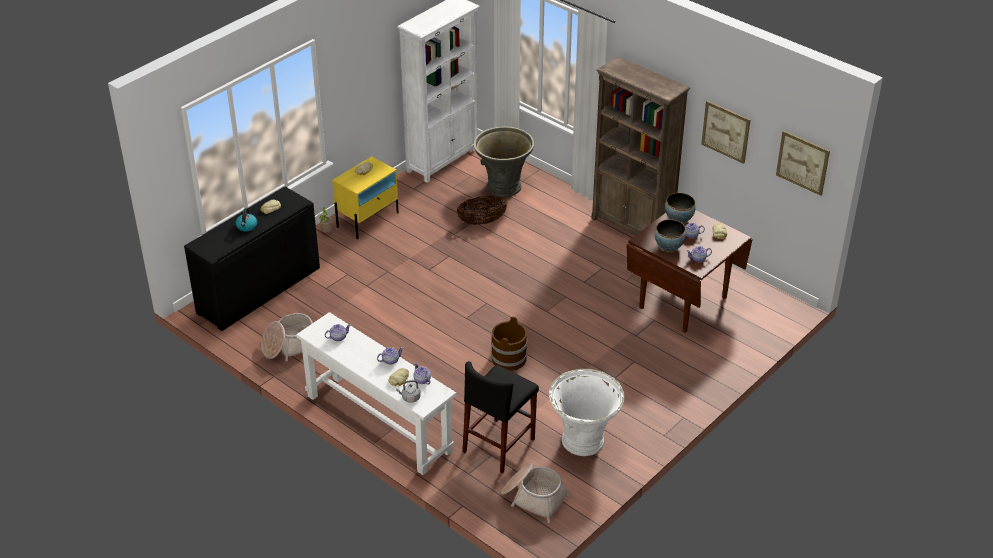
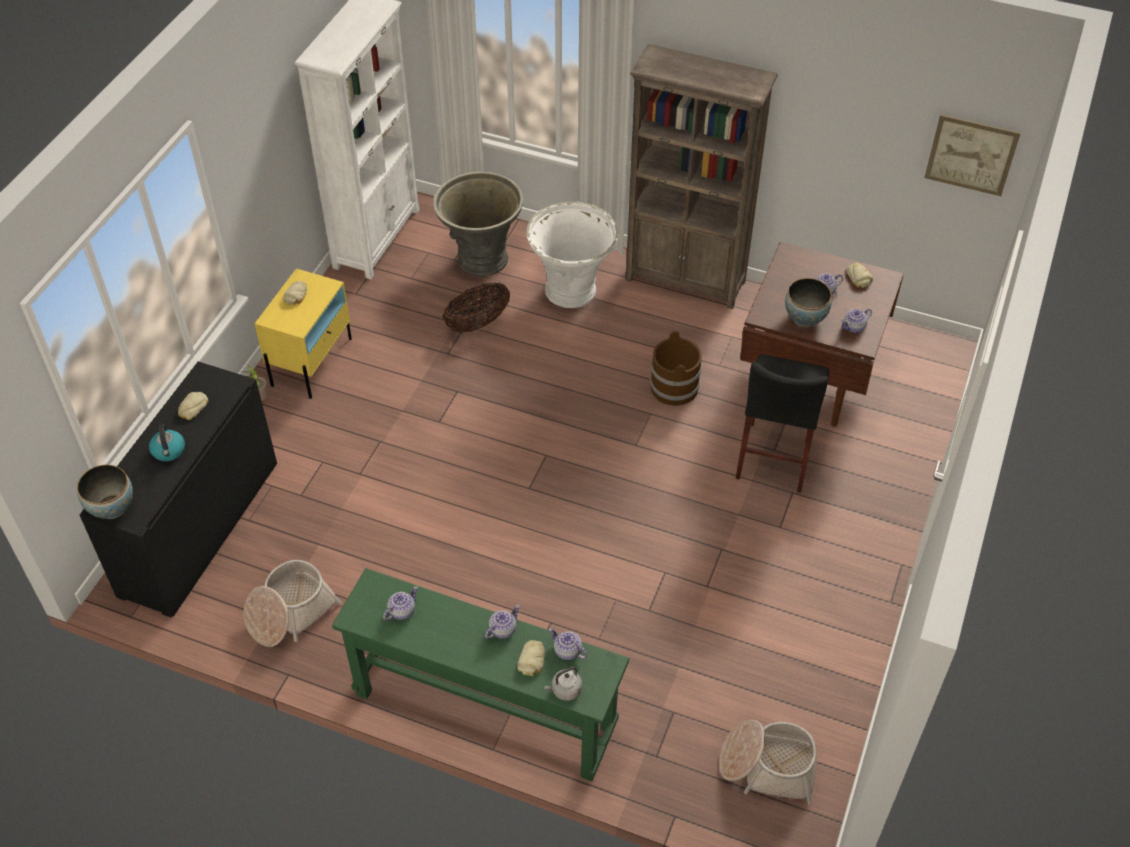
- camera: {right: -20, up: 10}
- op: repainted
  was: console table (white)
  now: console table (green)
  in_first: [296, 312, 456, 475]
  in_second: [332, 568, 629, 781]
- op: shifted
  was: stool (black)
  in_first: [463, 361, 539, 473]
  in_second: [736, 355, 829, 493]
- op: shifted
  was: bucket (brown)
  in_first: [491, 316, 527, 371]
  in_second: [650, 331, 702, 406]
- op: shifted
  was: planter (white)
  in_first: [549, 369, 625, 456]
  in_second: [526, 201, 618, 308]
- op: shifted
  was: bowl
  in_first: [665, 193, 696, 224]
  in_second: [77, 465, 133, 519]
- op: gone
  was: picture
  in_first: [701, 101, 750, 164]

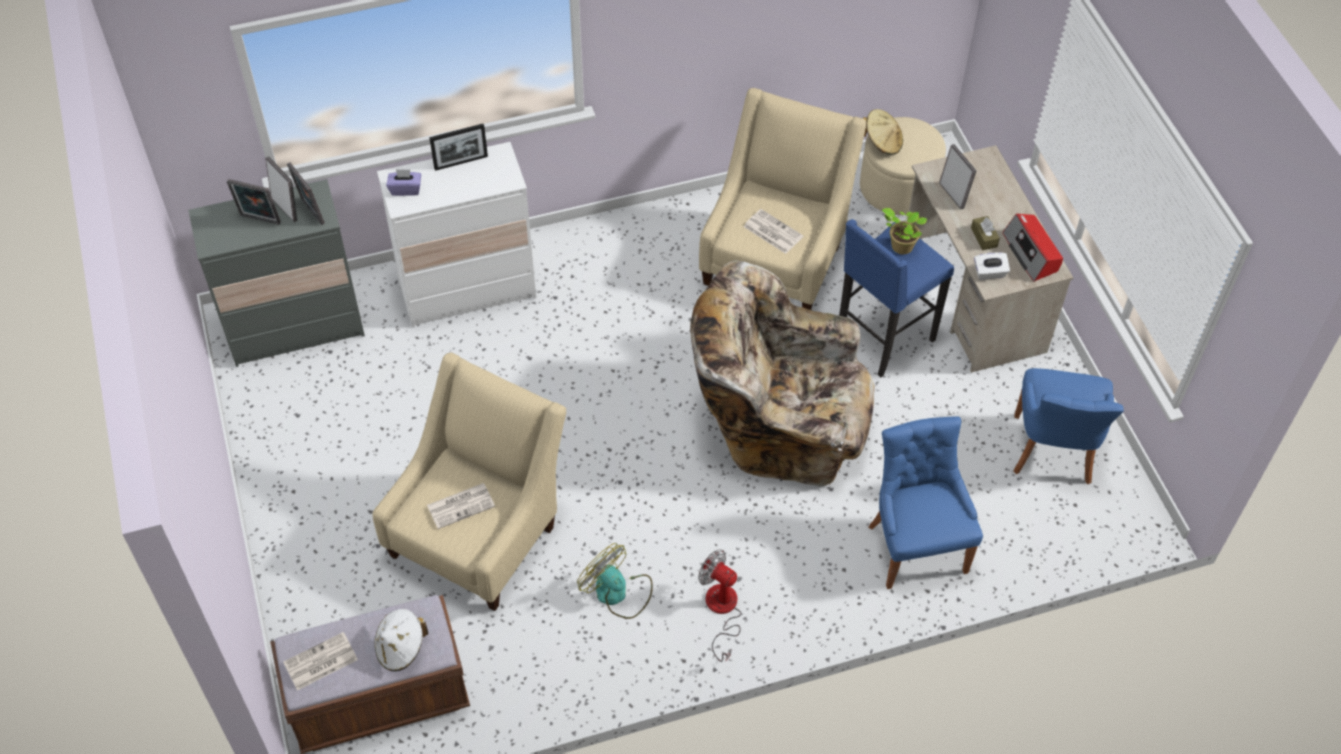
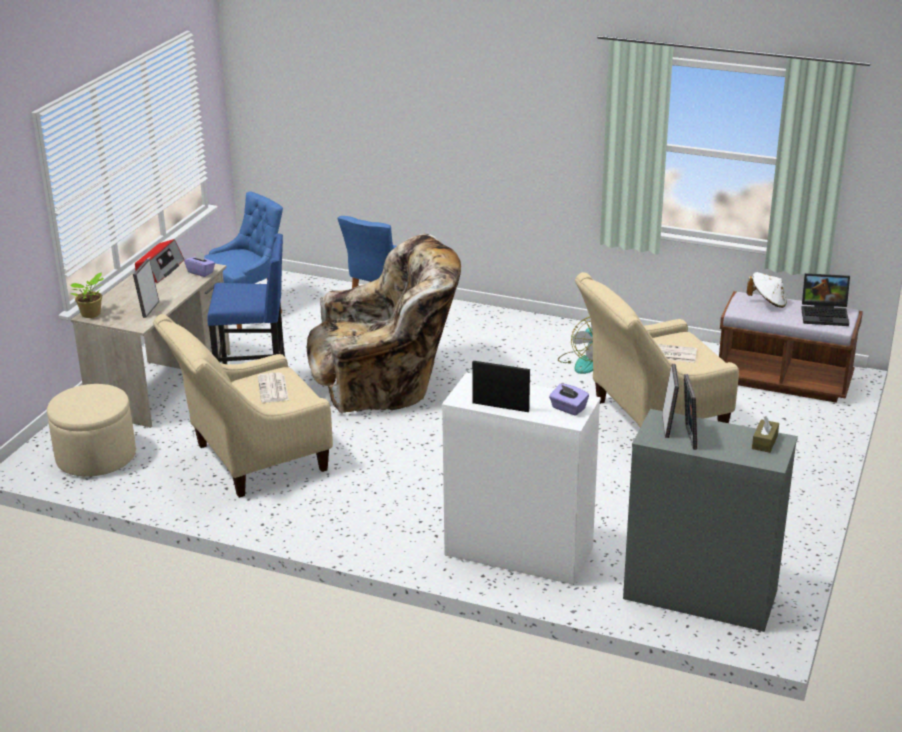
- camera: {right: -140, up: -25}
- op: gone
  was: picture frame
  in_first: [227, 179, 281, 225]
- op: swapped
  was: newspaper
  now: laptop
  in_first: [283, 632, 358, 690]
  in_second: [801, 273, 850, 326]
- op: rotated
  was: armchair (beige)
  in_first: [690, 260, 875, 486]
  in_second: [307, 233, 461, 413]
  clockwise: -60
- op: gone
  was: fan
  in_first: [698, 549, 742, 662]
- op: gone
  was: hat (beige)
  in_first: [863, 109, 903, 155]
- op: shifted
  was: potted plant
  in_first: [882, 208, 927, 254]
  in_second: [70, 272, 104, 318]
- op: shifted
  was: tissue box (brown)
  in_first: [971, 216, 1000, 250]
  in_second: [752, 416, 779, 453]
- op: repainted
  was: tissue box (white)
  now: tissue box (purple)
  in_first: [974, 252, 1010, 280]
  in_second: [184, 251, 215, 277]

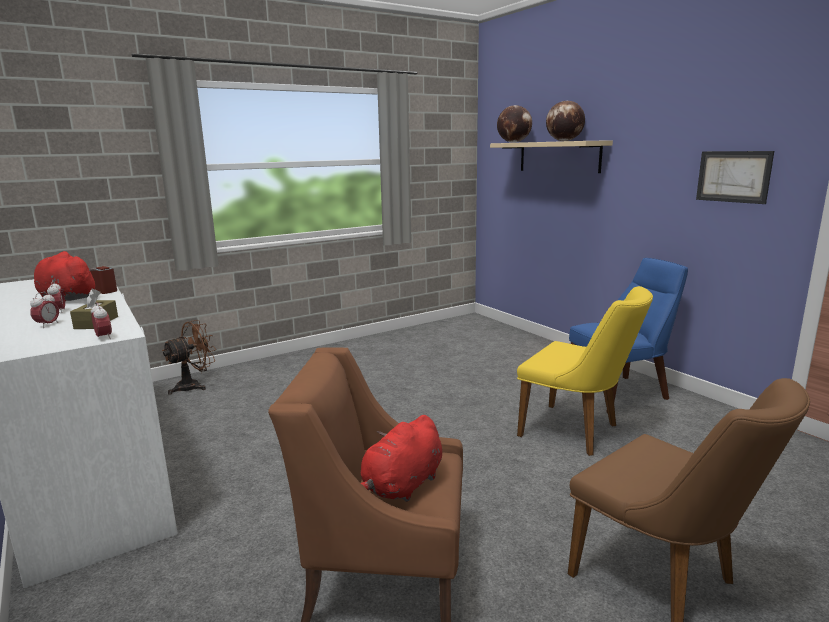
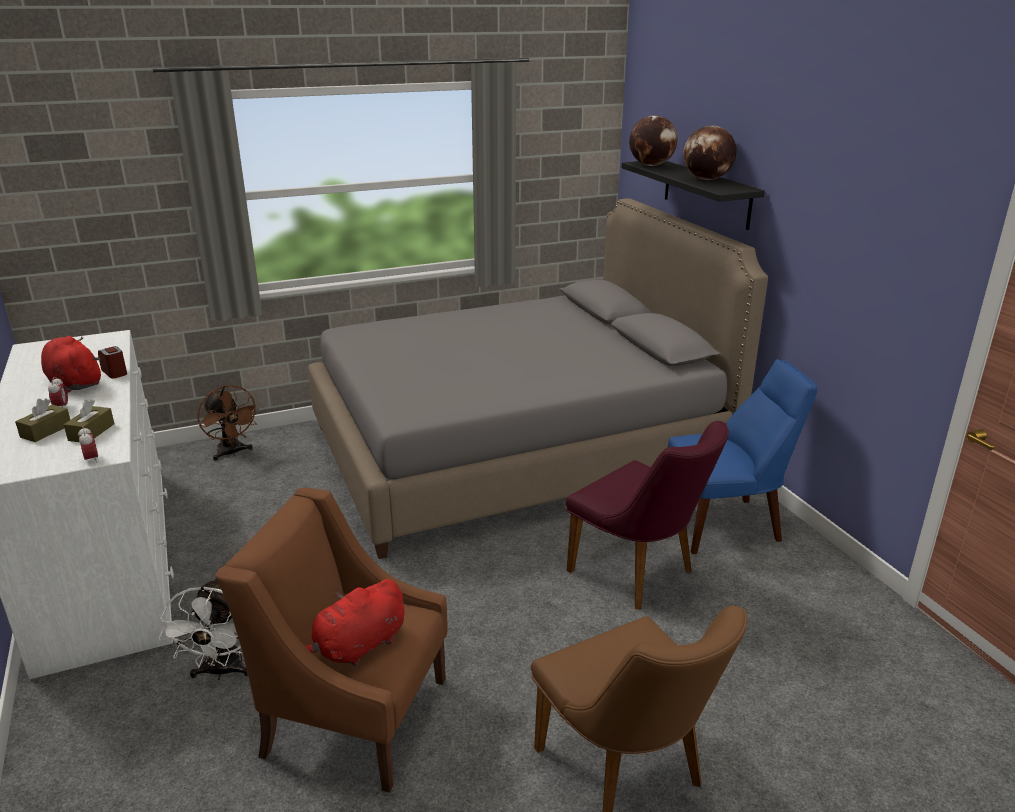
- camera: {right: 10, up: 10}
- op: swapped
  was: alarm clock
  now: tissue box (brown)
  in_first: [30, 292, 59, 328]
  in_second: [15, 398, 70, 442]
- op: rotated
  was: fan (brown)
  in_first: [162, 320, 216, 395]
  in_second: [197, 385, 259, 461]
  clockwise: 90
- op: repainted
  was: shelf (beige)
  now: shelf (black)
  in_first: [490, 140, 613, 173]
  in_second: [621, 161, 765, 230]
- op: repainted
  was: chair (yellow)
  now: chair (purple)
  in_first: [517, 286, 653, 456]
  in_second: [566, 421, 729, 609]
- op: gone
  was: picture
  in_first: [696, 151, 774, 204]
- op: new
  now: fan (white)
  in_second: [158, 579, 248, 680]
- op: new
  now: bed (grey)
  in_second: [308, 198, 768, 559]

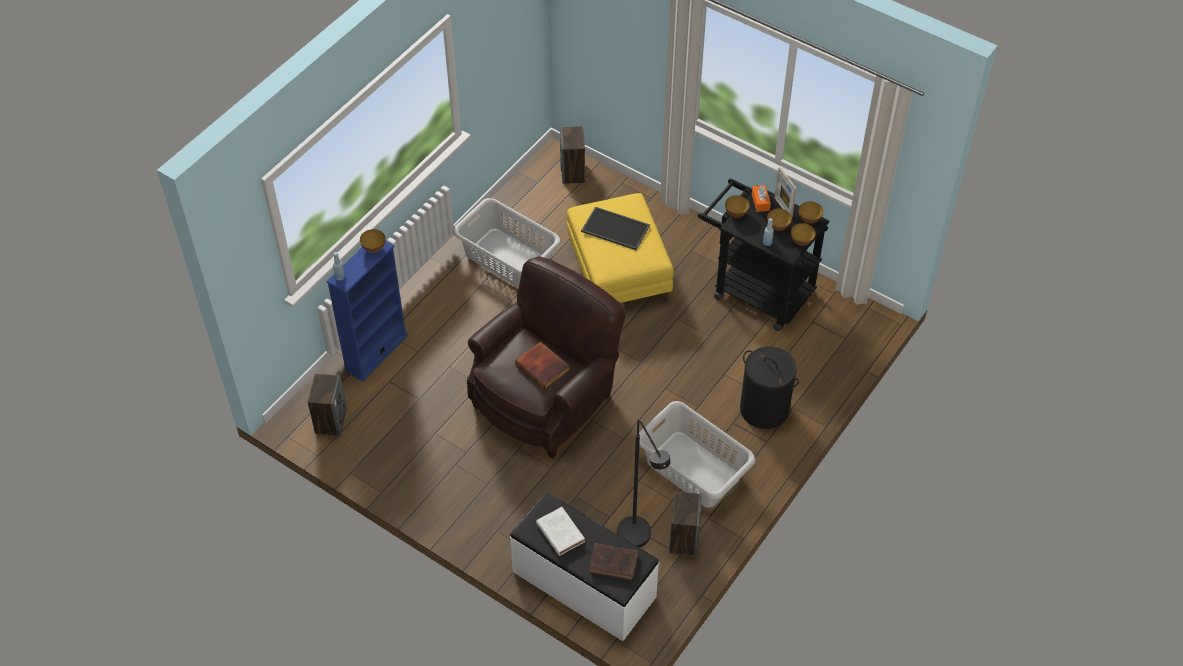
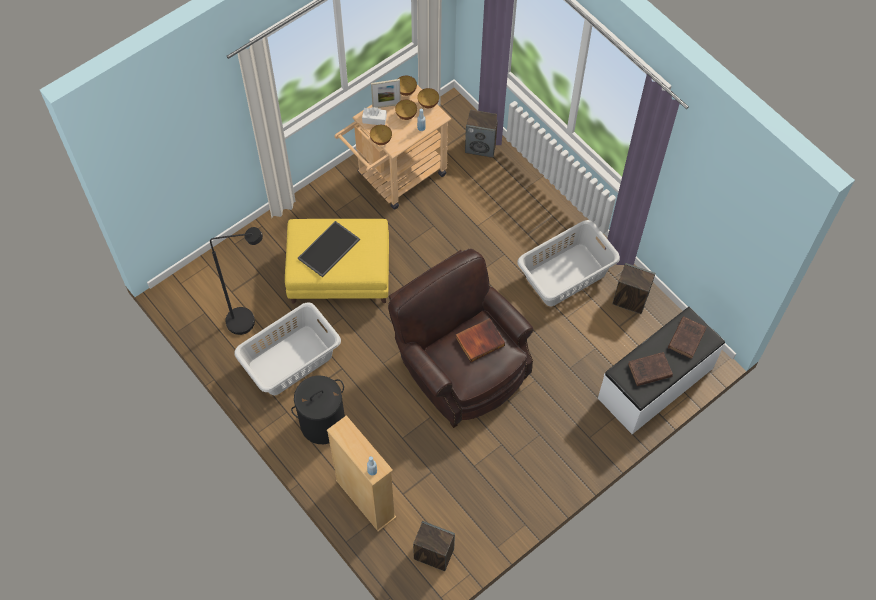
- camera: {right: -75, up: 10}
- op: repainted
  was: bookcase (blue)
  now: bookcase (beige)
  in_first: [326, 240, 408, 382]
  in_second: [327, 415, 396, 532]
- op: gone
  was: bowl
  in_first: [360, 229, 386, 252]
- op: repainted
  was: book (white)
  now: book (brown)
  in_first: [536, 507, 585, 556]
  in_second: [628, 352, 673, 386]
- op: shifted
  was: speaker
  in_first: [560, 126, 585, 184]
  in_second: [465, 110, 498, 158]
- op: shifted
  was: floor lamp (black)
  in_first: [617, 419, 670, 548]
  in_second: [210, 227, 263, 335]
- op: repainted
  was: cart (black)
  now: cart (beige)
  in_first: [698, 178, 829, 331]
  in_second: [334, 85, 452, 210]
- op: shifted
  was: laundry basket (black)
  in_first: [740, 346, 799, 429]
  in_second: [291, 375, 345, 444]
- op: repainted
  was: tissue box (orange)
  now: tissue box (white)
  in_first: [752, 185, 771, 212]
  in_second: [362, 107, 387, 125]

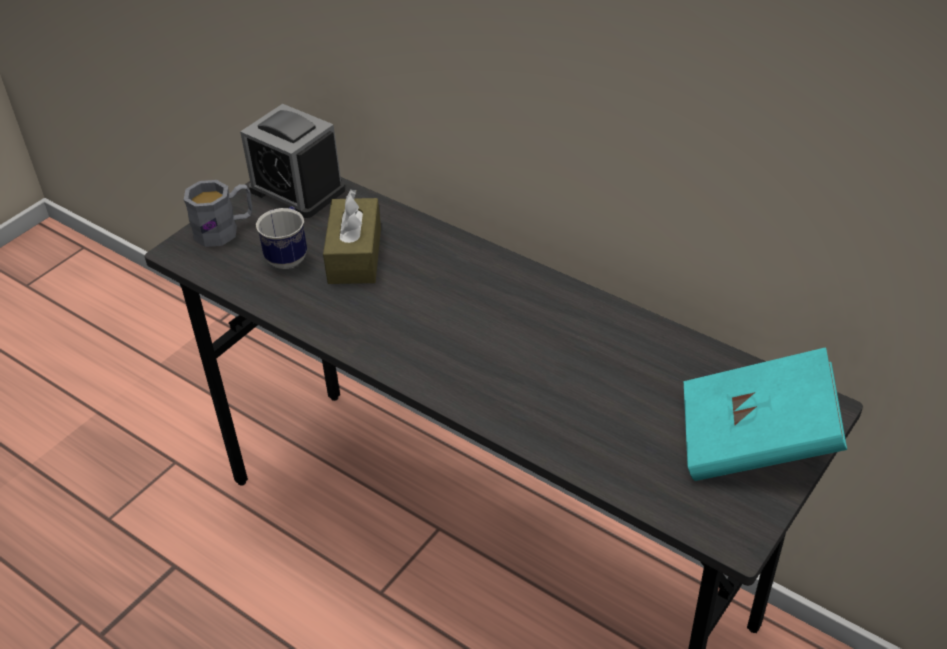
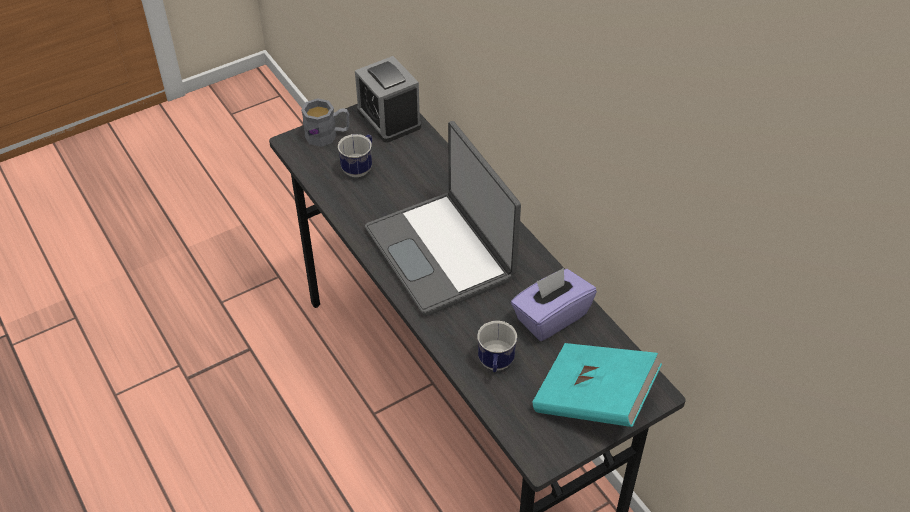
- camera: {right: 20, up: 5}
- op: gone
  was: tissue box (brown)
  in_first: [323, 189, 381, 284]
- op: new
  now: laptop
  in_second: [365, 121, 521, 316]
- op: new
  now: mug
  in_second: [477, 321, 517, 372]
- op: new
  now: tissue box (purple)
  in_second: [511, 268, 597, 341]

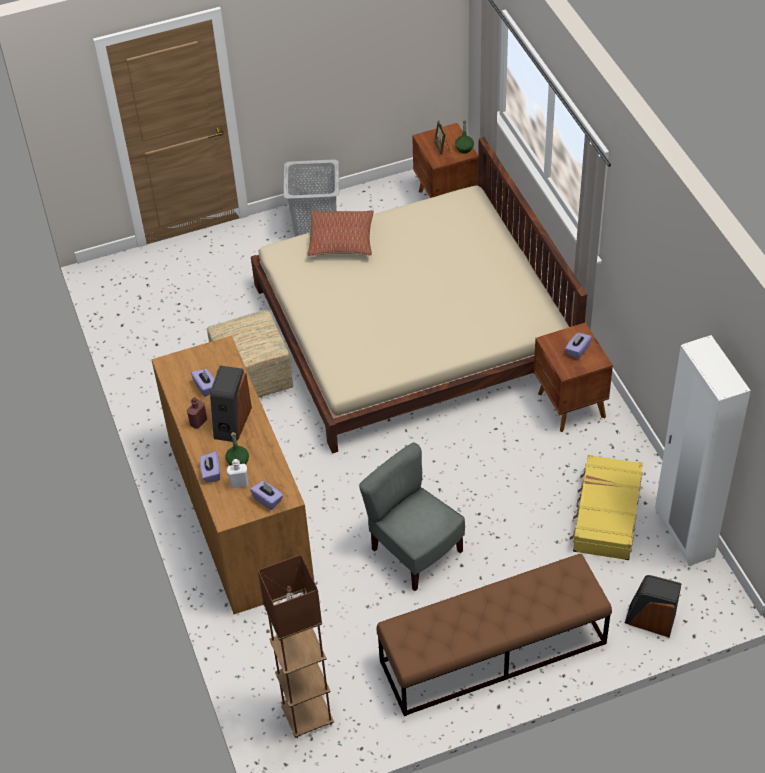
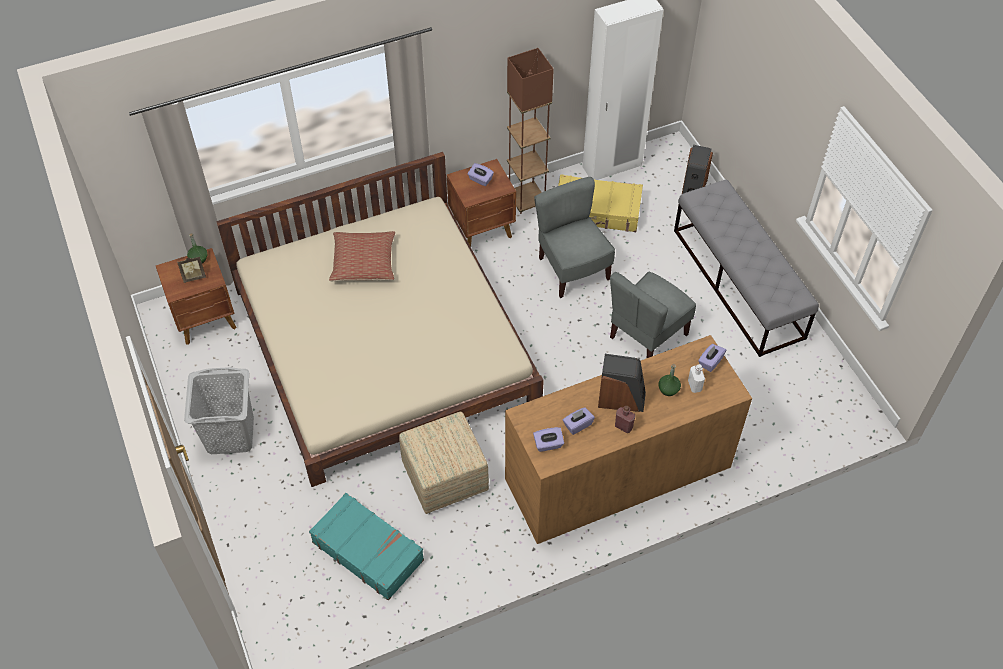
- camera: {right: -95, up: 5}
- op: shifted
  was: tissue box (purple)
  in_first: [200, 451, 220, 482]
  in_second: [533, 427, 564, 452]
- op: shifted
  was: floor lamp (brown)
  in_first: [258, 554, 334, 738]
  in_second: [507, 48, 554, 214]
- op: shifted
  was: pillow
  in_first: [308, 210, 374, 256]
  in_second: [329, 231, 395, 281]
- op: repainted
  was: bench (brown)
  now: bench (grey)
  in_first: [377, 554, 612, 716]
  in_second: [674, 179, 819, 357]
- op: new
  now: suitcase (turquoise)
  in_second: [309, 493, 424, 600]
- op: new
  now: chair (grey)
  in_second: [534, 177, 615, 298]

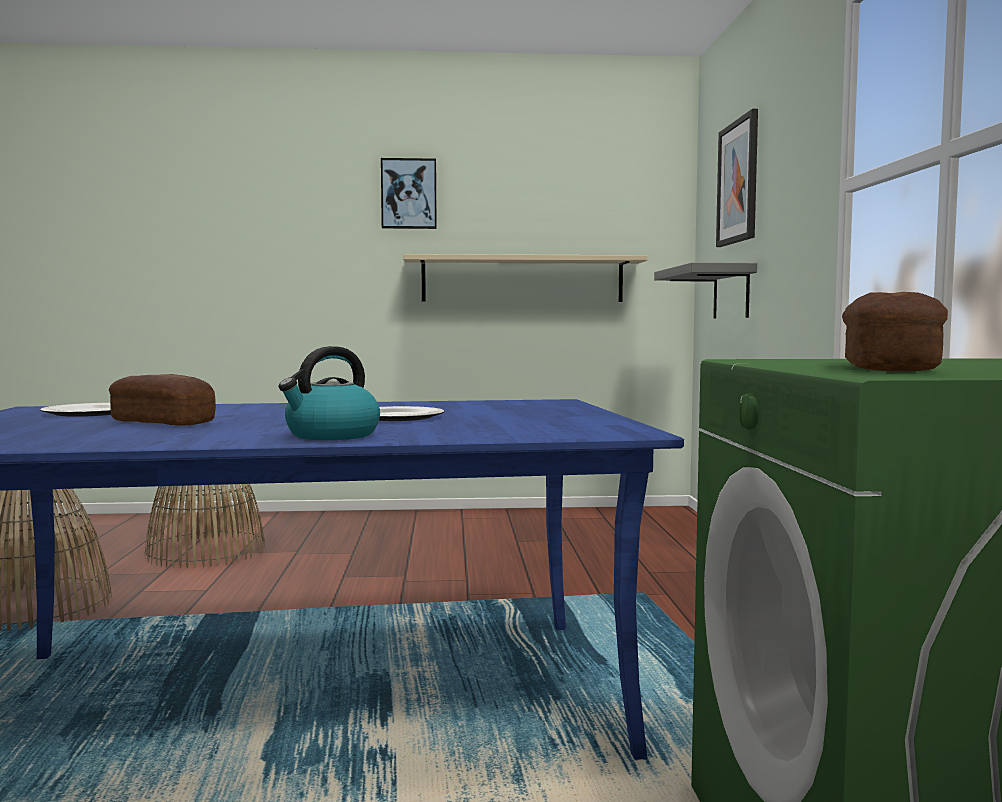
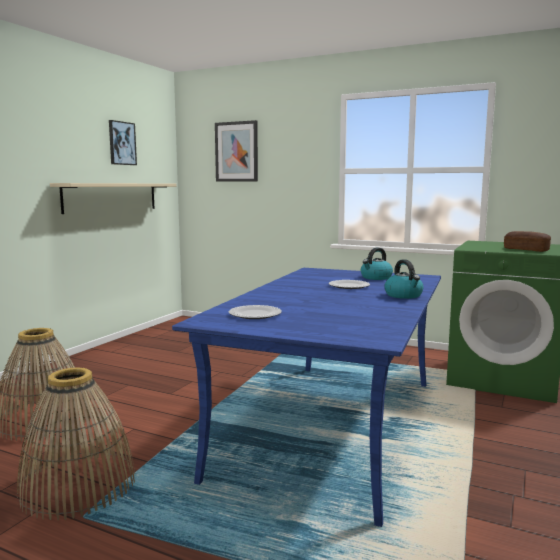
- camera: {right: -60, up: 5}
- op: gone
  was: bread
  in_first: [109, 374, 216, 426]
- op: shifted
  was: picture
  in_first: [381, 158, 437, 229]
  in_second: [109, 120, 137, 165]
- op: gone
  was: shelf (grey)
  in_first: [654, 262, 757, 318]
- op: new
  now: kettle
  in_second: [361, 248, 393, 280]

